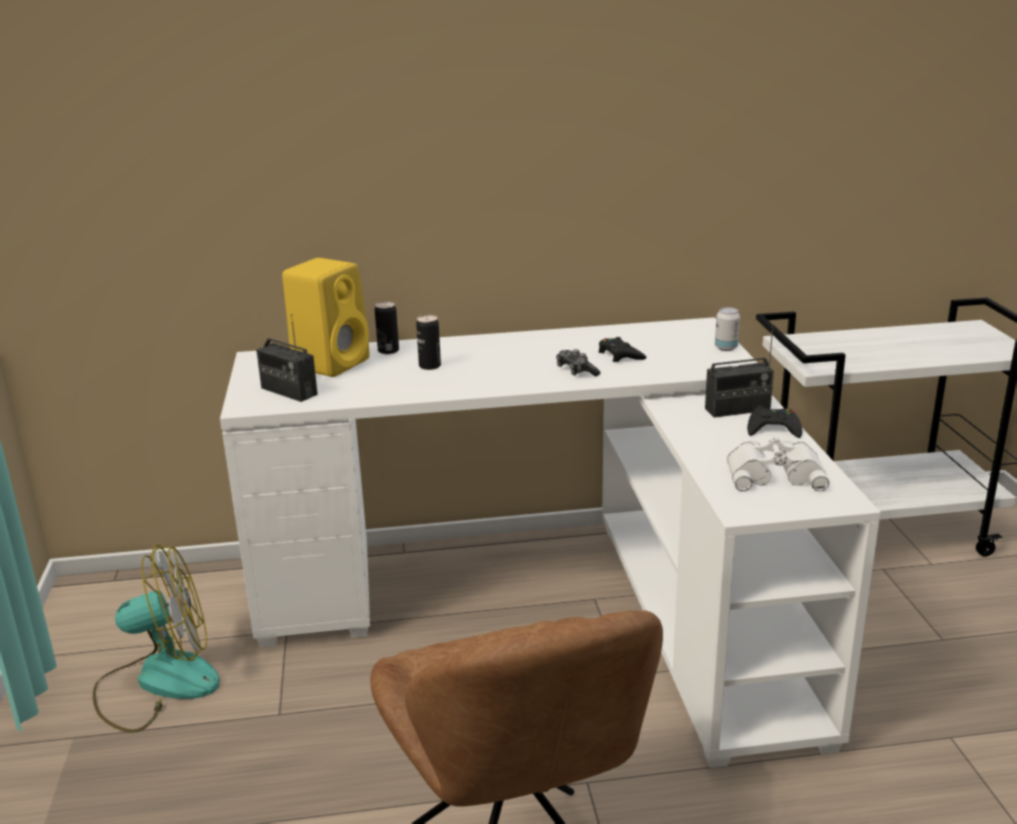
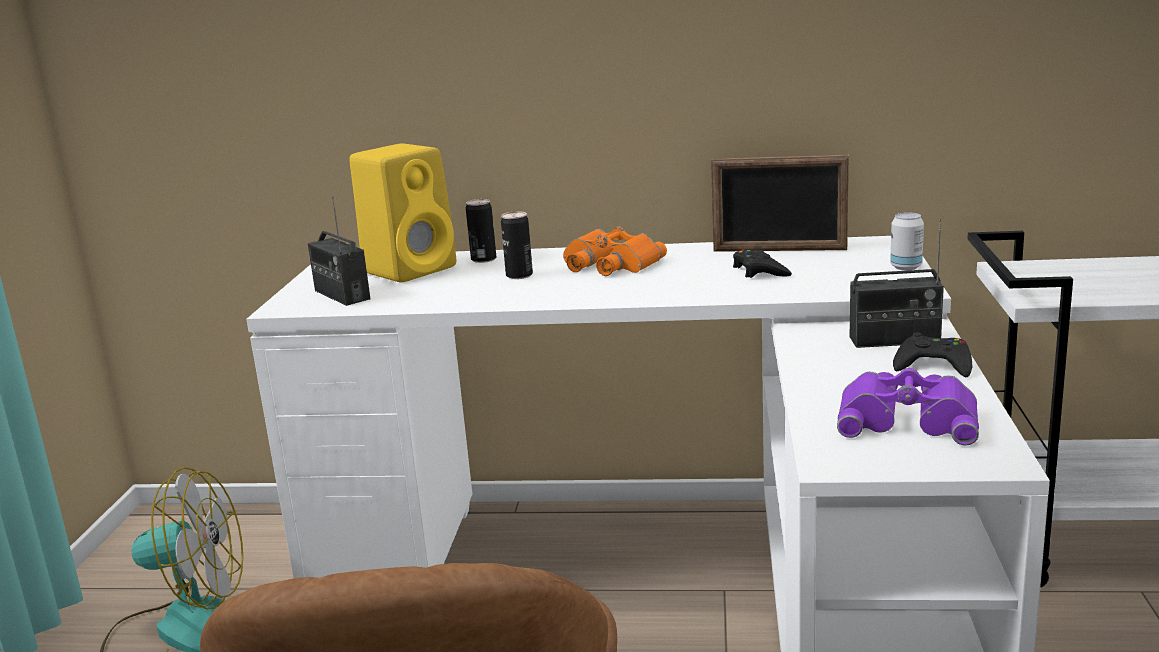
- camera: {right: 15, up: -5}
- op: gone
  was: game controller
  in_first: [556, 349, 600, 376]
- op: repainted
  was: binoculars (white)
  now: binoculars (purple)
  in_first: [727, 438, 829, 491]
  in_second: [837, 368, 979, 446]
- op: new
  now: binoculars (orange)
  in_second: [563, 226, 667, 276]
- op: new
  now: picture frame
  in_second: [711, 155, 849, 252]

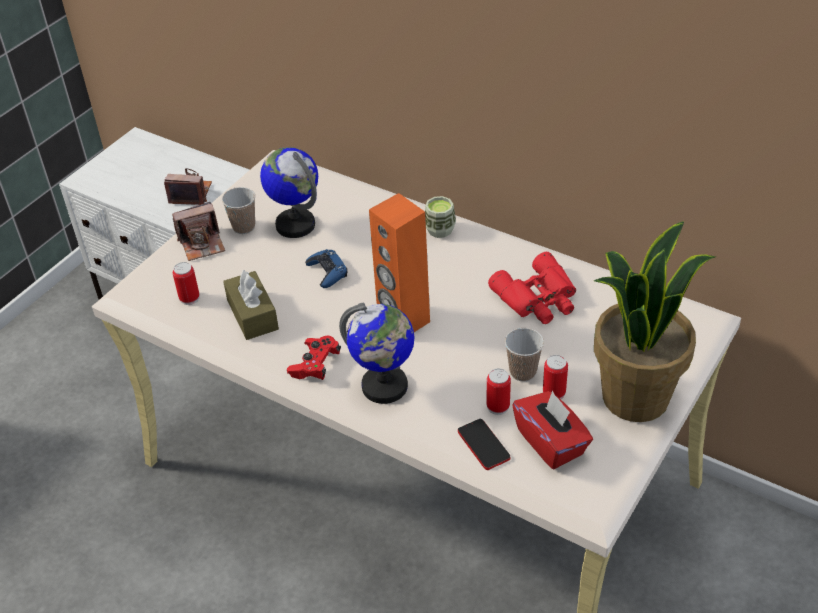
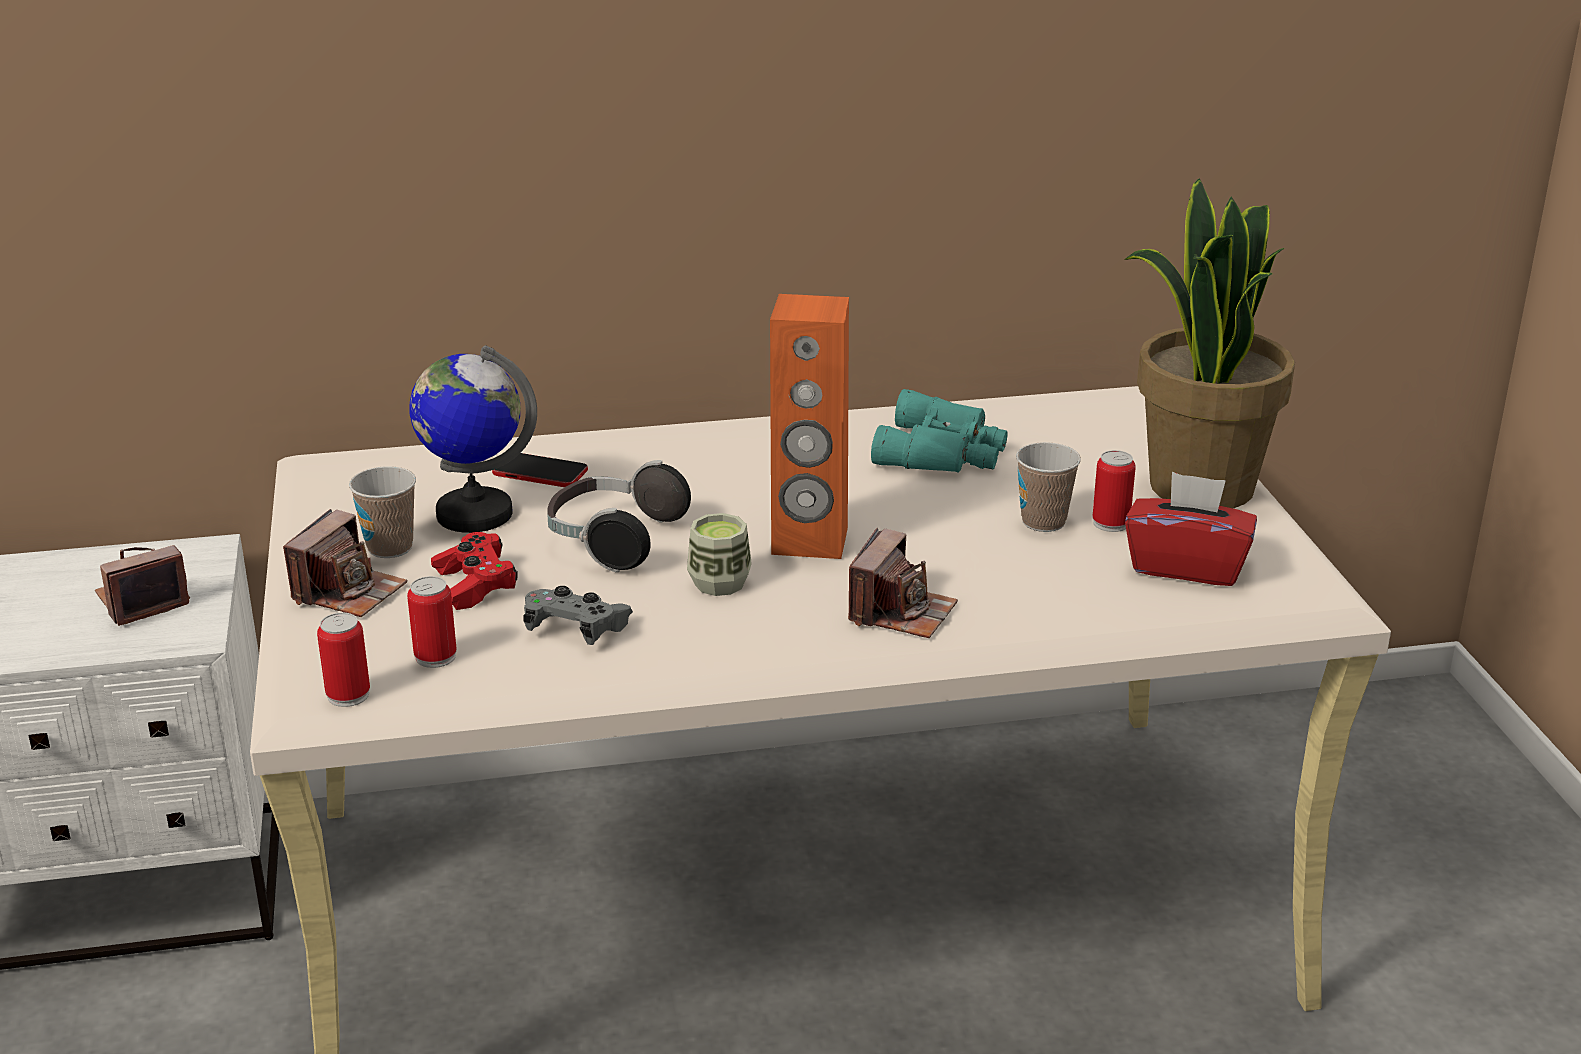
- camera: {right: -45, up: -15}
- op: swapped
  was: tissue box (brown)
  now: game controller (grey)
  in_first: [223, 270, 279, 340]
  in_second: [523, 586, 633, 645]
- op: shifted
  was: game controller (red)
  in_first: [287, 336, 341, 380]
  in_second: [431, 532, 518, 610]
- op: swapped
  was: game controller (blue)
  now: headphones
  in_first: [305, 249, 347, 288]
  in_second: [547, 460, 691, 572]
- op: swapped
  was: globe
  now: photo camera
  in_first: [339, 303, 415, 404]
  in_second: [848, 528, 958, 638]
- op: shifted
  was: cup
  in_first: [425, 196, 456, 238]
  in_second: [687, 513, 752, 596]
- op: shifted
  was: phone
  in_first: [458, 419, 510, 470]
  in_second: [492, 453, 588, 487]
- op: shifted
  was: can
  in_first: [486, 368, 511, 415]
  in_second: [317, 613, 370, 707]
- op: repainted
  was: binoculars (red)
  now: binoculars (turquoise)
  in_first: [488, 252, 576, 324]
  in_second: [871, 389, 1008, 473]

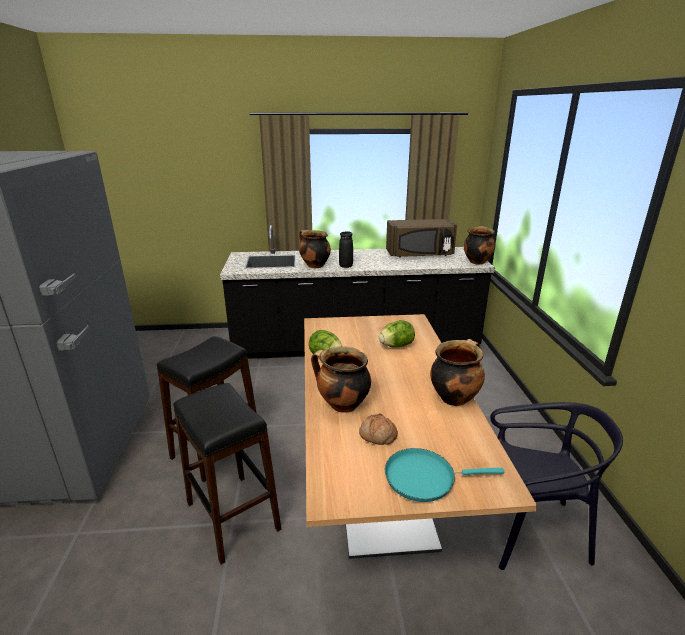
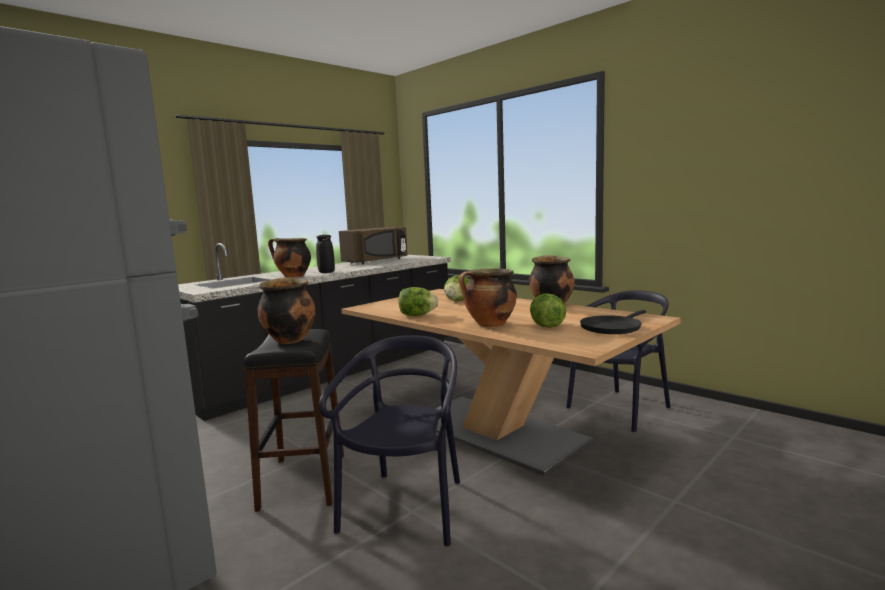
- camera: {right: -40, up: -15}
- op: swapped
  was: stool (black)
  now: chair (black)
  in_first: [173, 383, 281, 564]
  in_second: [319, 335, 460, 546]
- op: swapped
  was: bread
  now: lettuce
  in_first: [359, 413, 398, 445]
  in_second: [530, 293, 566, 328]
- op: repainted
  was: frying pan (turquoise)
  now: frying pan (black)
  in_first: [385, 448, 504, 502]
  in_second: [580, 310, 646, 334]
- op: shifted
  was: cooking pot
  in_first: [464, 226, 495, 264]
  in_second: [257, 277, 315, 344]

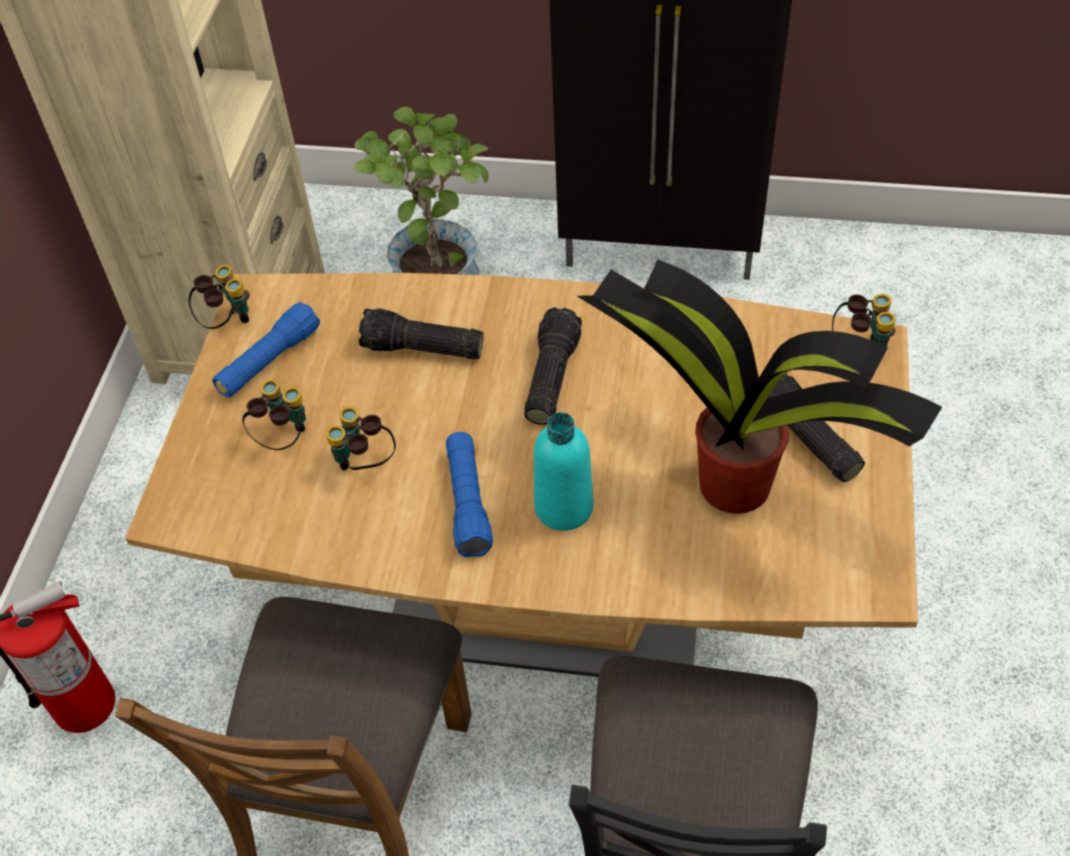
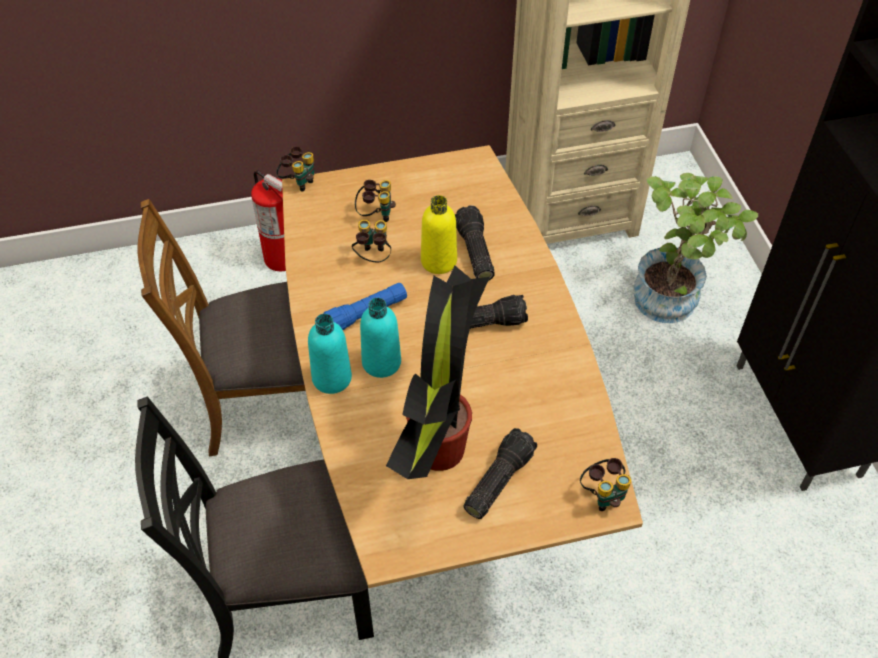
- camera: {right: 65, up: 0}
- op: shifted
  was: binoculars
  in_first: [189, 265, 250, 329]
  in_second: [276, 146, 314, 192]
- op: gone
  was: flashlight (blue)
  in_first: [212, 302, 320, 397]
- op: new
  now: bottle (turquoise)
  in_second: [308, 314, 352, 394]
- op: new
  now: bottle (yellow)
  in_second: [421, 195, 457, 274]

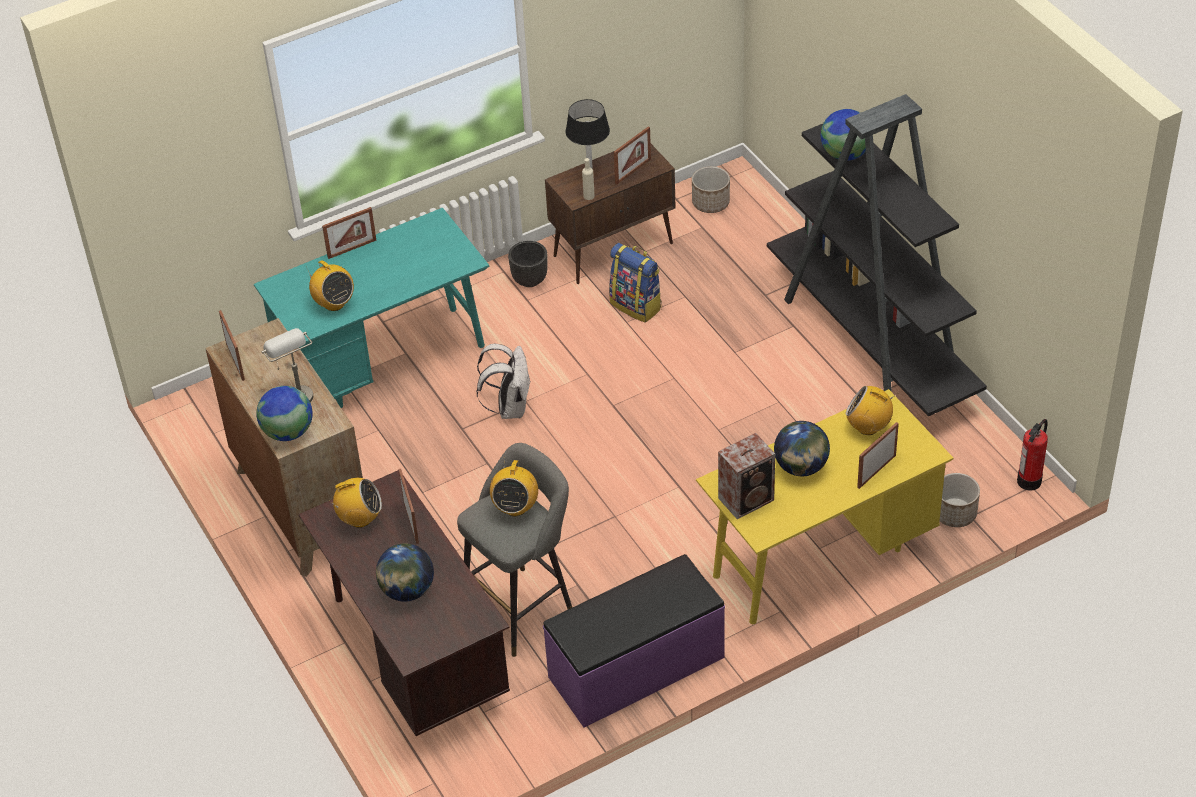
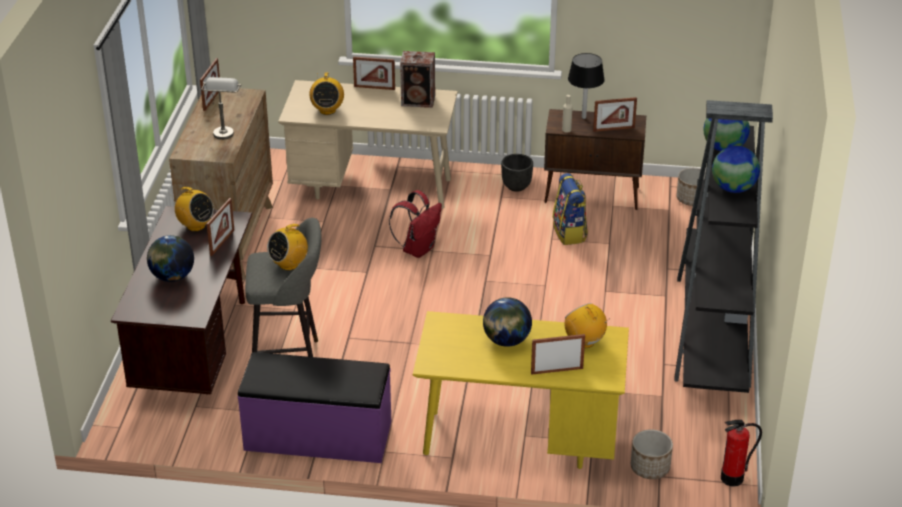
- camera: {right: 35, up: -10}
- op: repainted
  was: desk (turquoise)
  now: desk (beige)
  in_first: [254, 207, 489, 408]
  in_second: [278, 80, 458, 209]
- op: shifted
  was: globe
  in_first: [256, 386, 313, 441]
  in_second: [712, 146, 760, 193]
- op: repainted
  was: backpack (white)
  now: backpack (red)
  in_first: [476, 343, 530, 419]
  in_second: [389, 190, 442, 258]
- op: shifted
  was: speaker
  in_first: [718, 433, 775, 519]
  in_second: [400, 51, 435, 108]

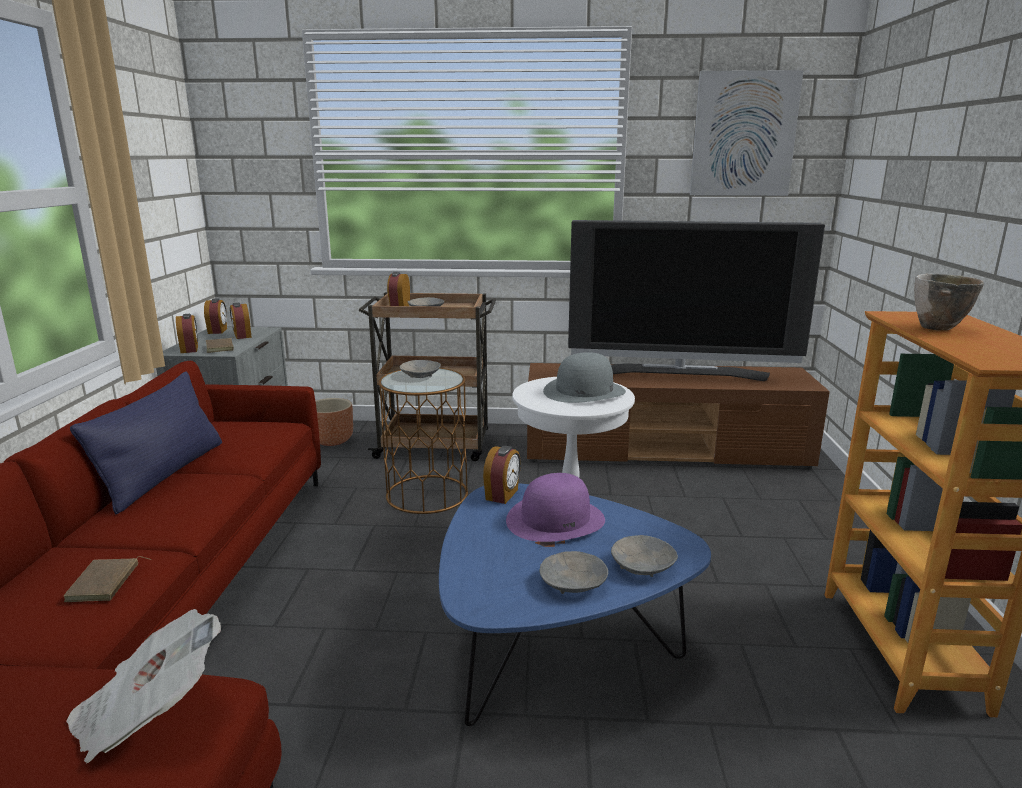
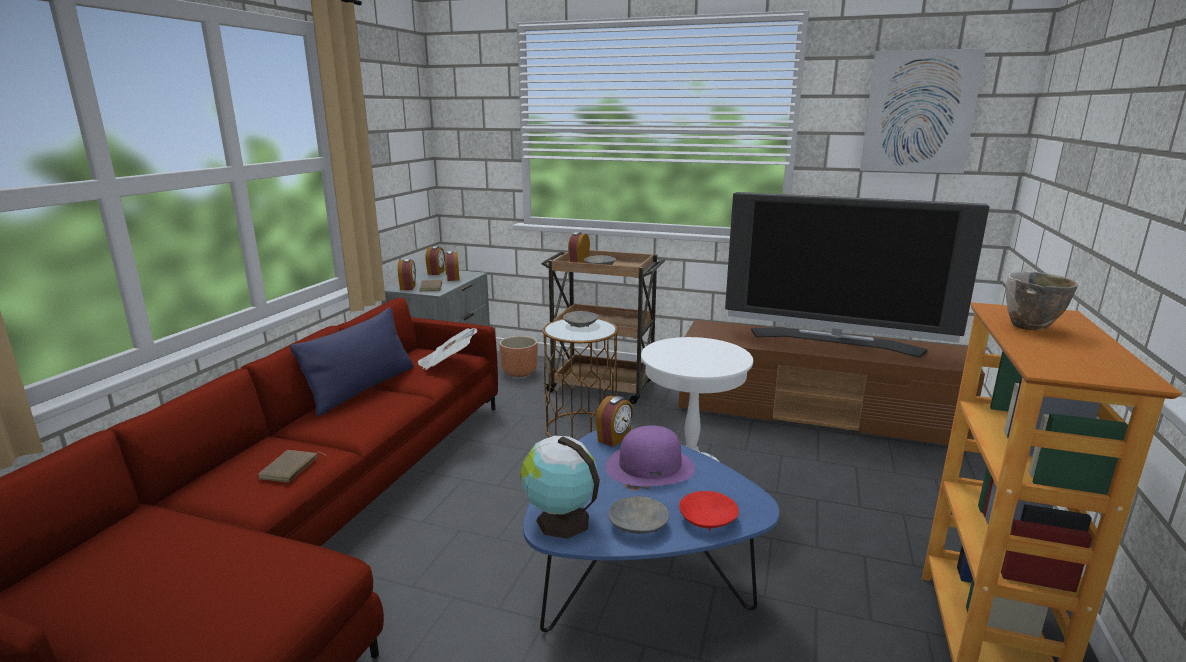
- camera: {right: 15, up: 0}
- op: shifted
  was: newspaper
  in_first: [66, 609, 221, 763]
  in_second: [417, 328, 477, 370]
- op: gone
  was: hat (grey)
  in_first: [543, 352, 626, 403]
- op: repainted
  was: bowl (grey)
  now: bowl (red)
  in_first: [611, 535, 678, 577]
  in_second: [679, 491, 739, 531]
- op: new
  now: globe
  in_second: [520, 436, 600, 539]

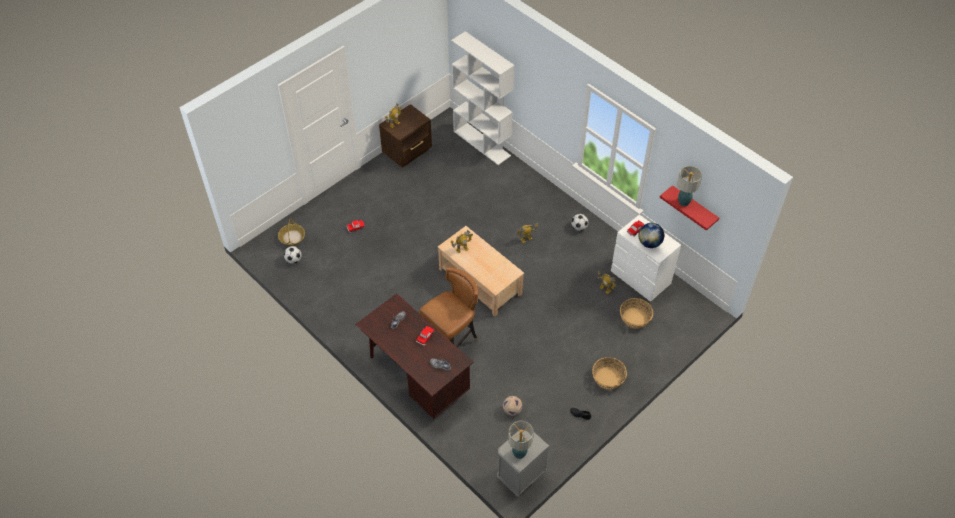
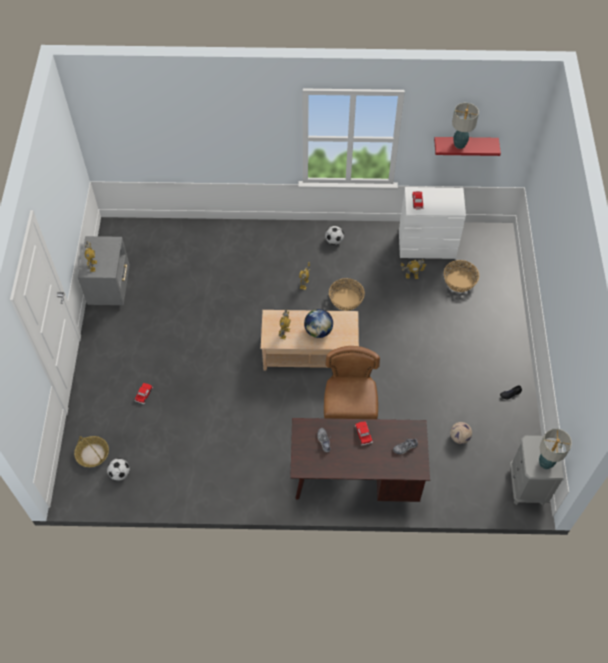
- camera: {right: -45, up: 5}
- op: repainted
  was: nightstand (brown)
  now: nightstand (grey)
  in_first: [379, 104, 432, 167]
  in_second: [78, 236, 130, 305]
- op: gone
  was: bookcase (white)
  in_first: [451, 31, 514, 165]
- op: shifted
  was: basket
  in_first: [592, 357, 627, 389]
  in_second: [329, 278, 365, 311]
- op: shifted
  was: globe
  in_first: [638, 223, 664, 248]
  in_second: [304, 309, 333, 338]

